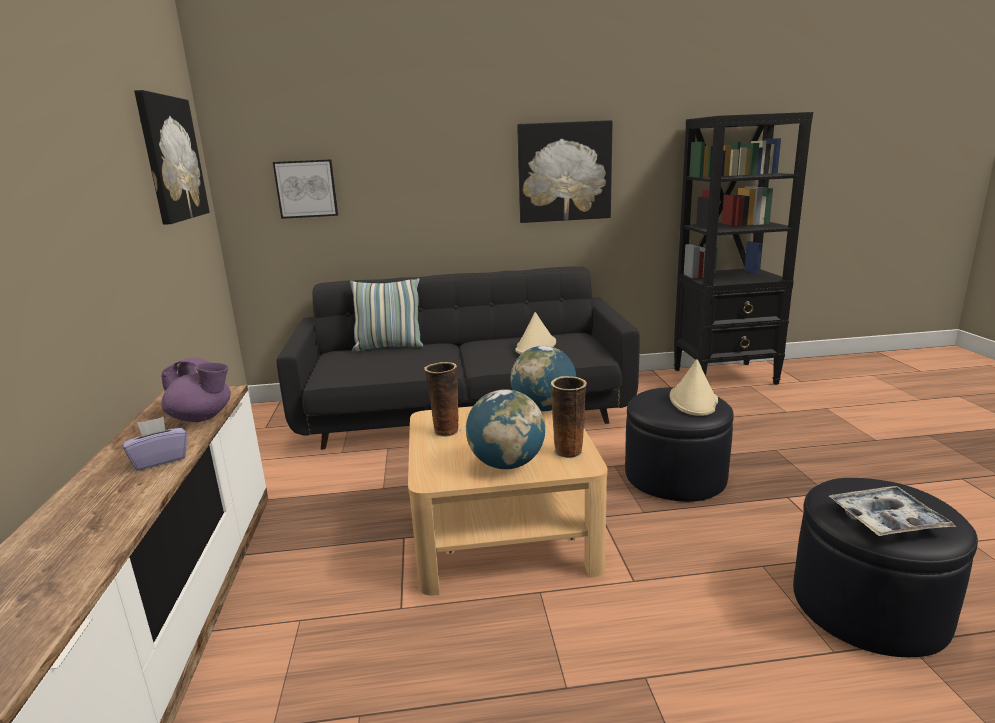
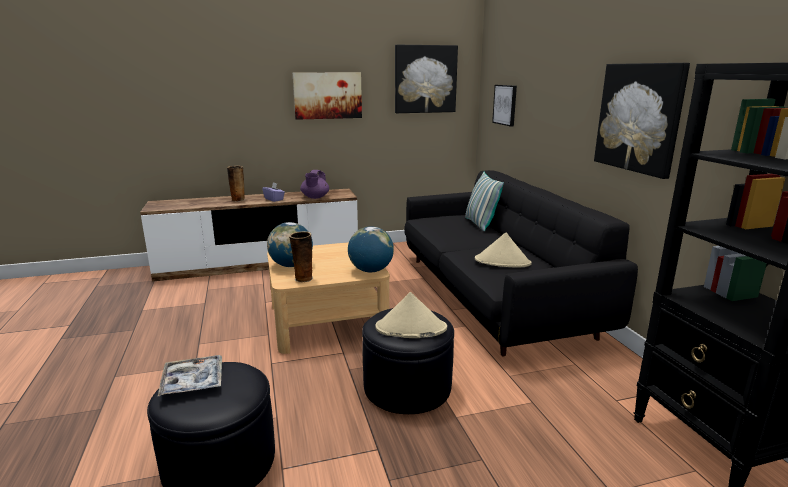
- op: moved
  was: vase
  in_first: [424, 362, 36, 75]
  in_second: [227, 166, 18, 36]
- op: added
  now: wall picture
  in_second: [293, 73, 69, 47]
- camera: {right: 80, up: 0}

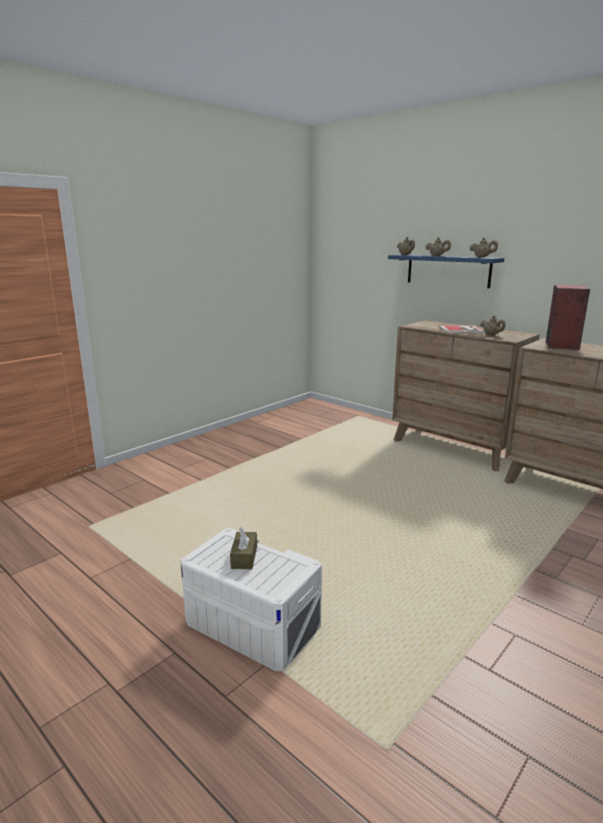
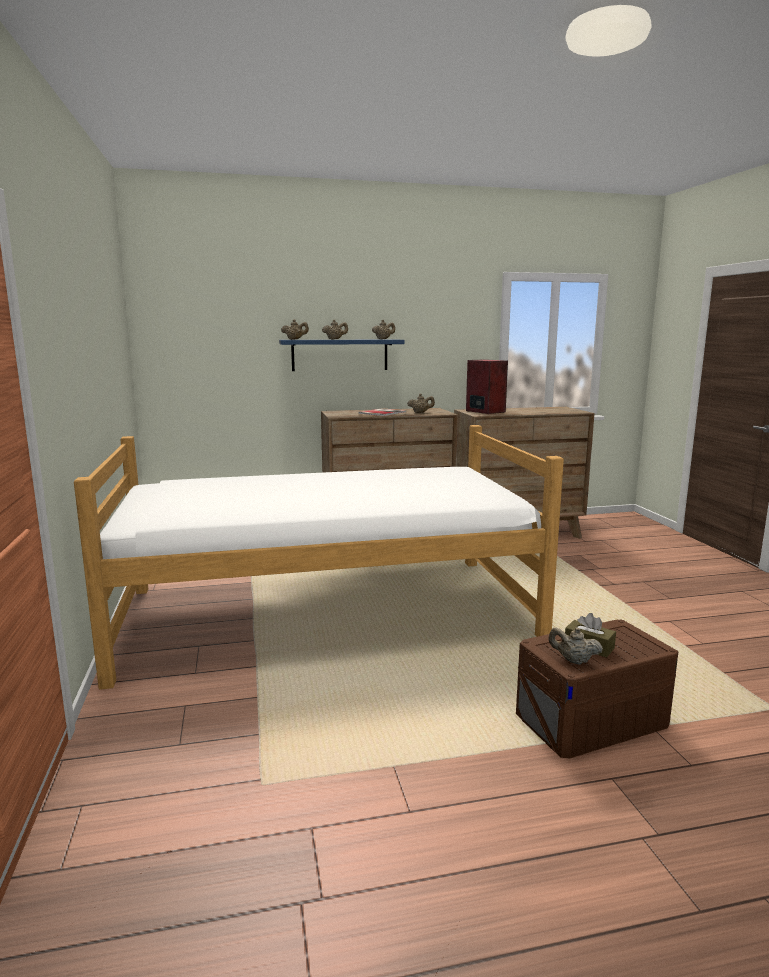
- op: added
  now: bed
  in_second: [74, 425, 490, 265]
- op: recoloured
  was: white-coloured storage container
  now: brown storage container
  in_first: [180, 528, 142, 143]
  in_second: [516, 620, 162, 138]
- op: added
  now: beige-coloured tea pot
  in_second: [548, 627, 55, 38]
- camera: {right: -55, up: -5}

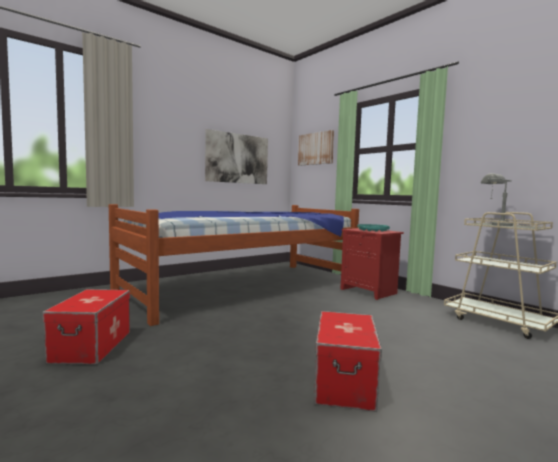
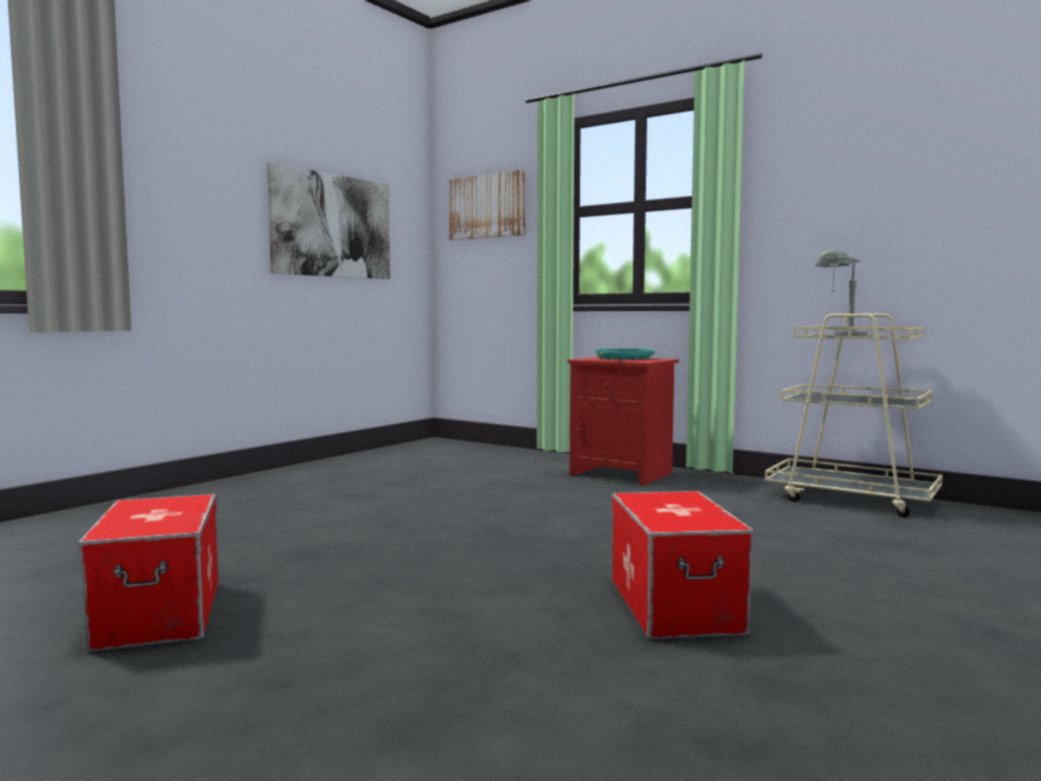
- op: removed
  was: bed
  in_first: [109, 204, 250, 122]
- camera: {right: -15, up: 0}

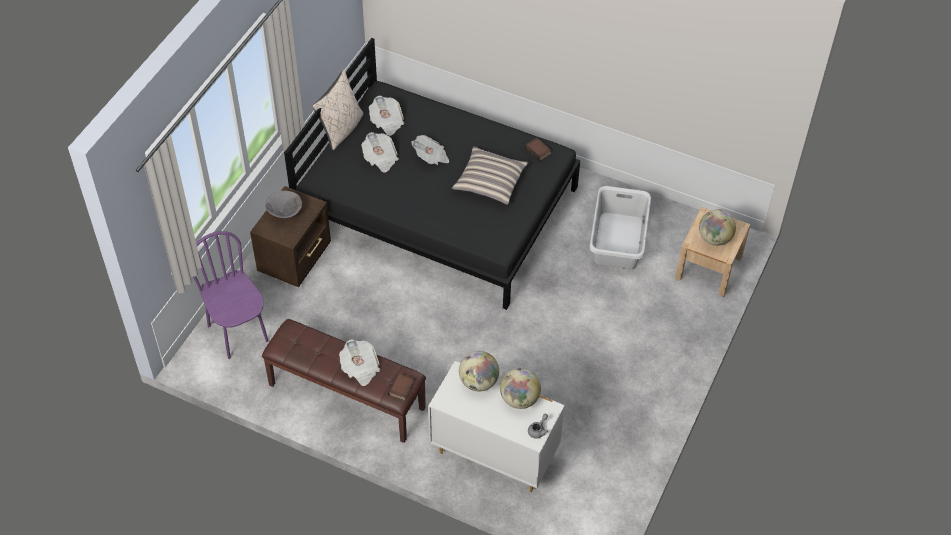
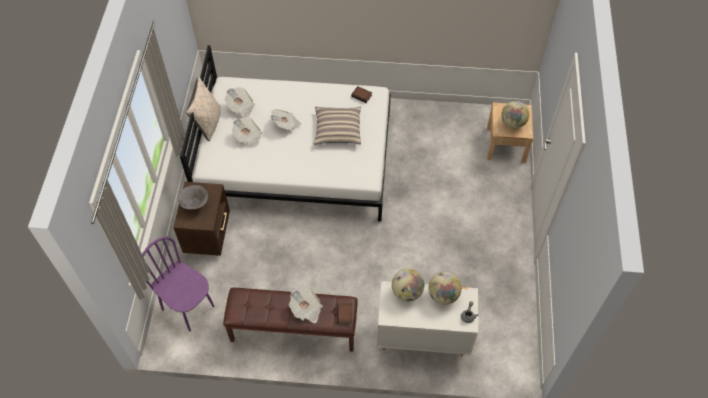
- op: recoloured
  was: black bed
  now: white-coloured bed
  in_first: [284, 38, 296, 272]
  in_second: [180, 45, 211, 177]
- op: removed
  was: gray laundry basket
  in_first: [589, 186, 62, 83]
- camera: {right: -20, up: 5}

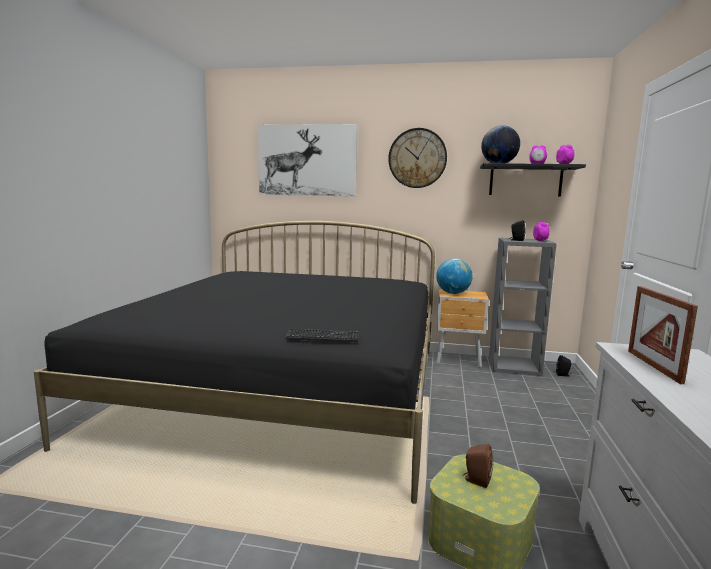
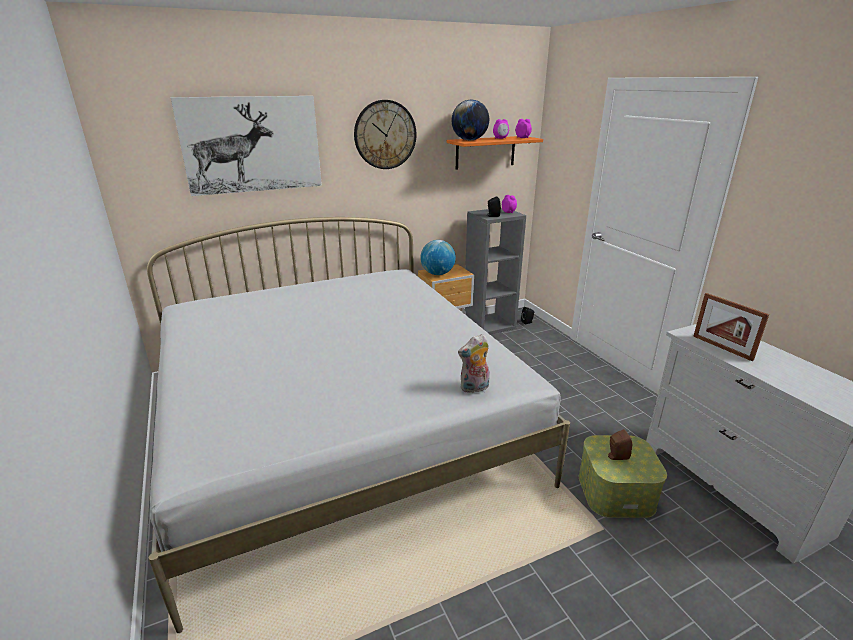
- op: recoloured
  was: black bed
  now: white-coloured bed
  in_first: [34, 221, 401, 283]
  in_second: [147, 217, 423, 416]
- op: recoloured
  was: black wall shelf
  now: orangey wall shelf
  in_first: [480, 163, 106, 33]
  in_second: [447, 136, 96, 34]
- op: replaced
  was: computer keyboard
  now: plush toy
  in_first: [285, 328, 74, 14]
  in_second: [458, 334, 32, 59]
- camera: {right: -35, up: 15}

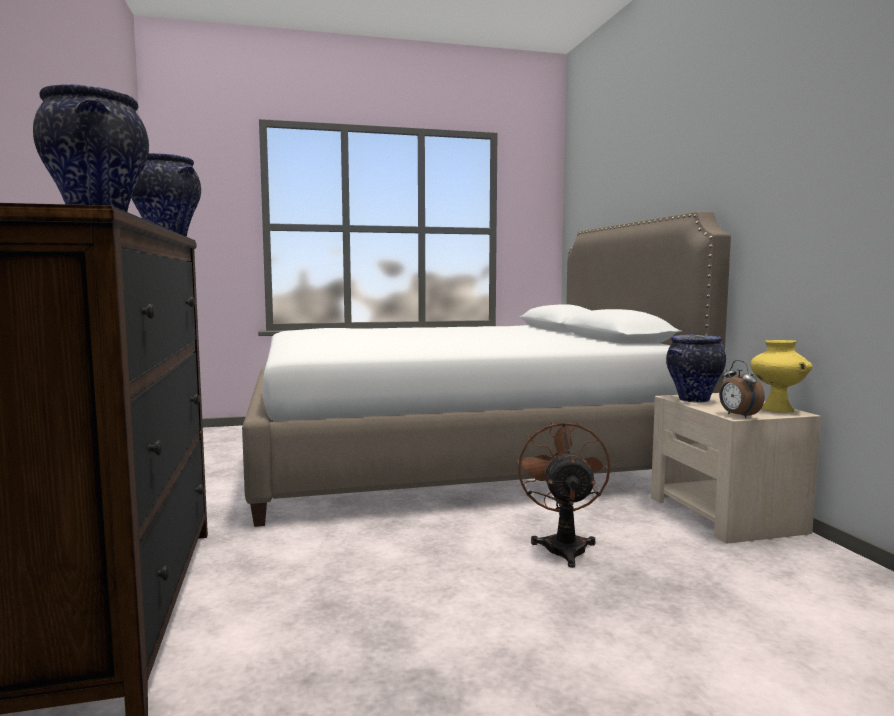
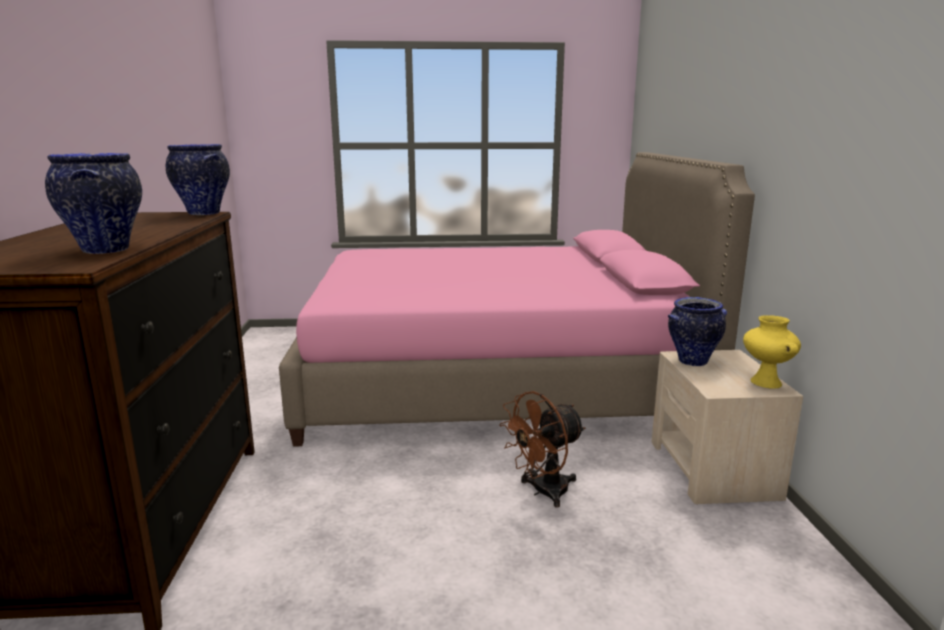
- op: recoloured
  was: white-coloured bed
  now: pink bed
  in_first: [242, 211, 489, 316]
  in_second: [279, 152, 476, 295]
- op: turned
  was: brown electric fan
  in_first: [517, 421, 93, 147]
  in_second: [499, 391, 86, 117]
  clockwise: -135
- op: removed
  was: bedside clock
  in_first: [719, 360, 46, 58]
- camera: {right: 10, up: 10}

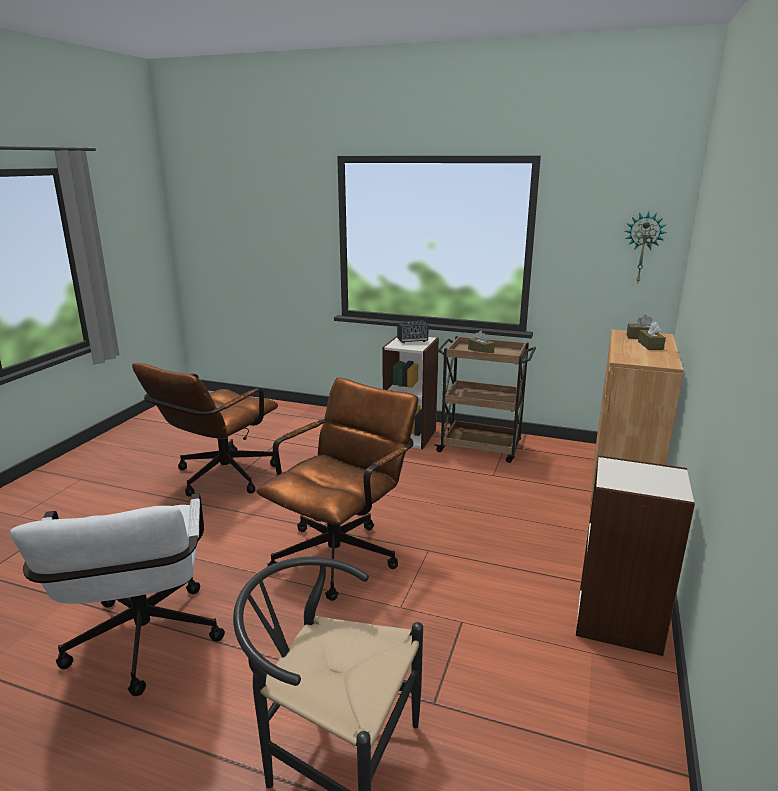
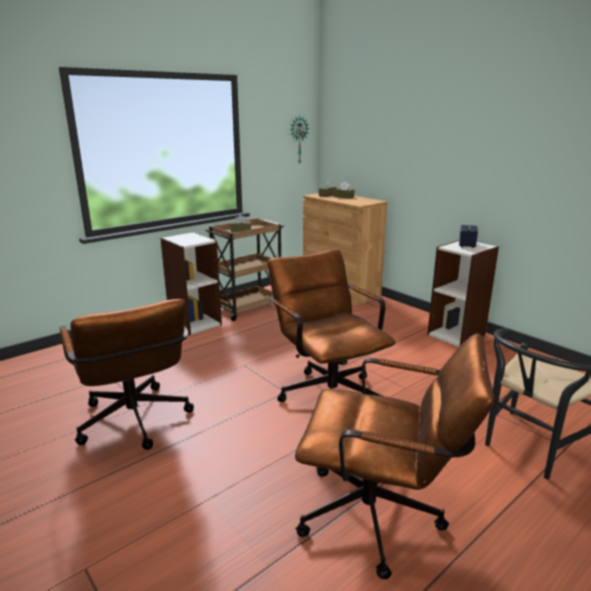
- op: recoloured
  was: white-coloured computer chair
  now: brown computer chair
  in_first: [10, 493, 215, 203]
  in_second: [295, 333, 199, 246]
- op: moved
  was: speaker
  in_first: [397, 320, 32, 23]
  in_second: [459, 225, 19, 23]
- camera: {right: -60, up: 0}

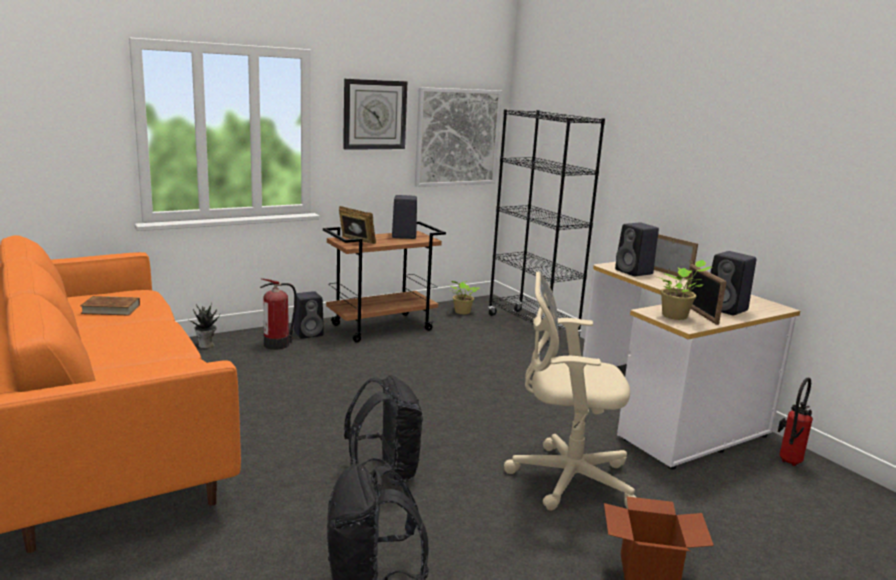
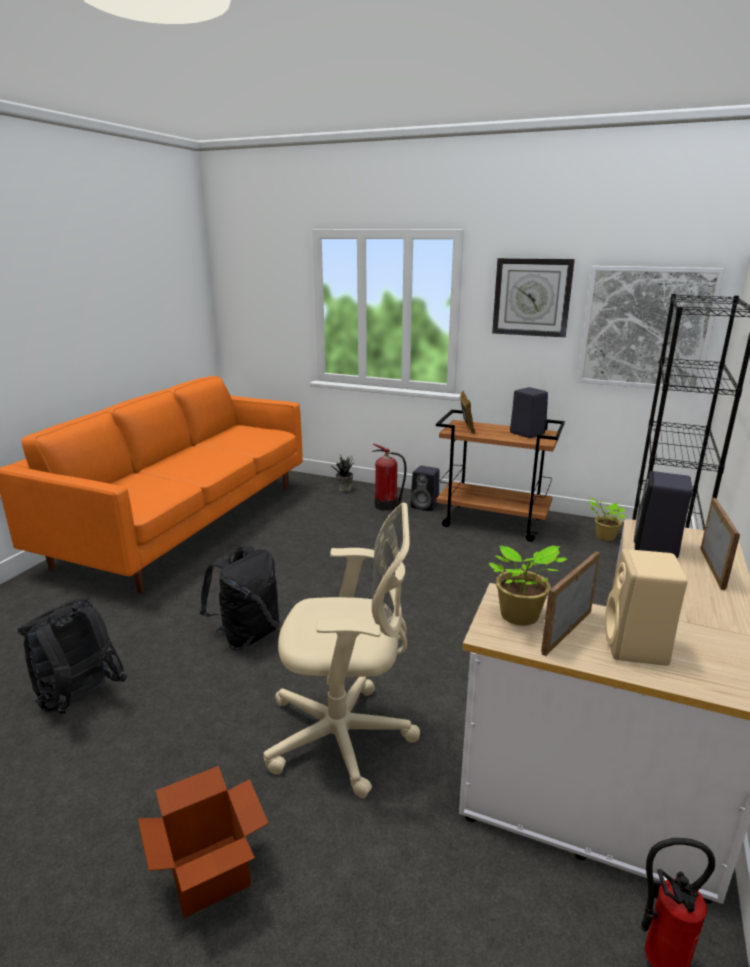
- op: turned
  was: beige-coloured computer chair
  in_first: [504, 271, 132, 240]
  in_second: [263, 503, 157, 295]
  clockwise: 120
- op: recoloured
  was: black speaker
  now: beige-coloured speaker
  in_first: [710, 251, 46, 64]
  in_second: [605, 549, 82, 117]
- op: removed
  was: brown bound book
  in_first: [80, 296, 60, 19]
- camera: {right: 55, up: 5}

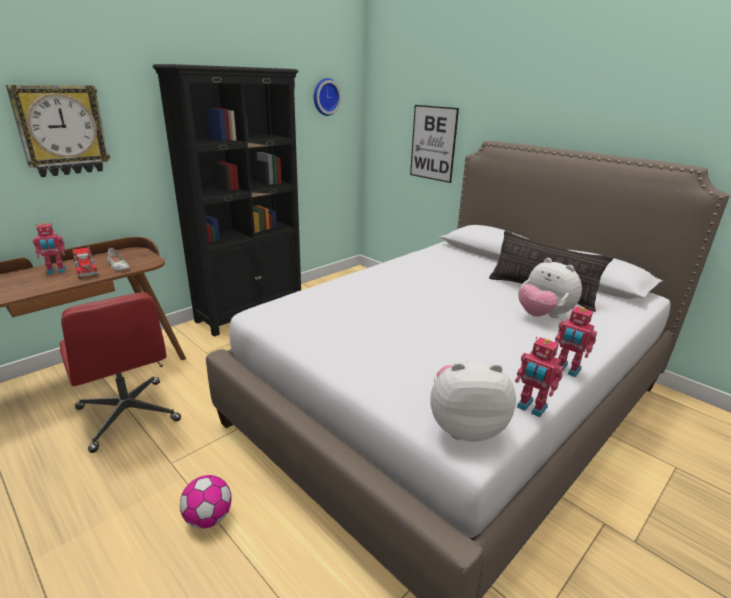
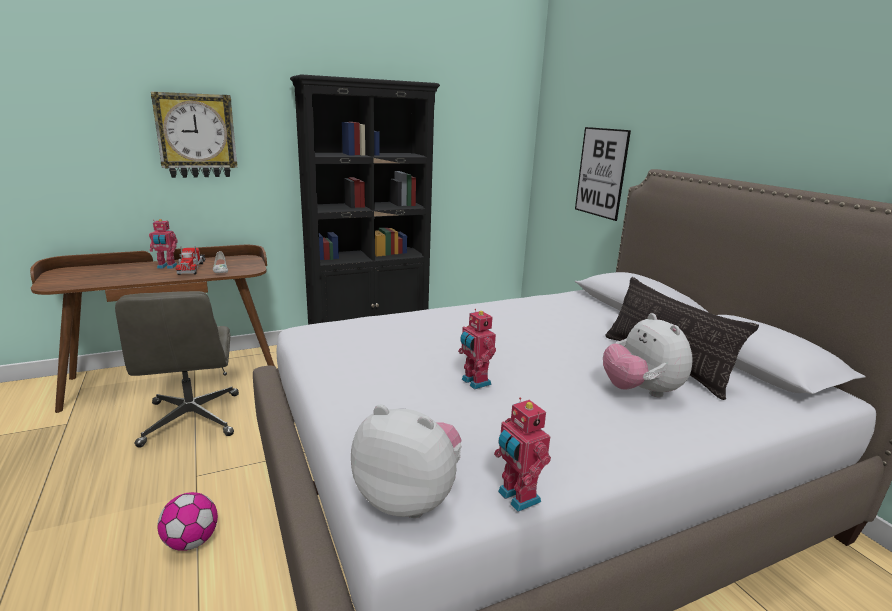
- op: recoloured
  was: reddish computer chair
  now: gray computer chair
  in_first: [60, 292, 121, 161]
  in_second: [115, 291, 124, 157]
- op: moved
  was: model robot
  in_first: [555, 306, 42, 71]
  in_second: [458, 309, 38, 80]
- op: removed
  was: wall clock
  in_first: [314, 78, 27, 38]
- camera: {right: 20, up: -5}

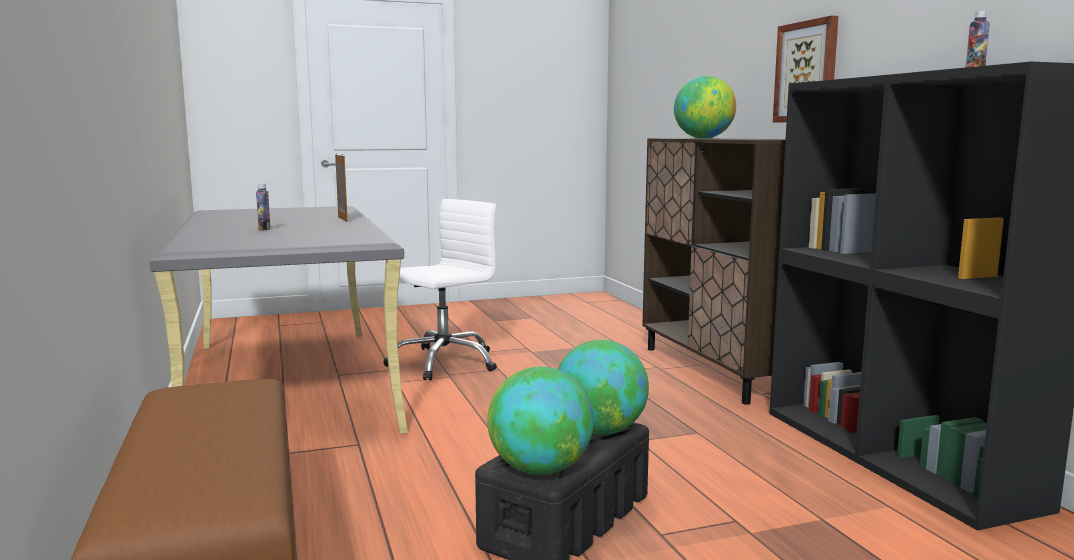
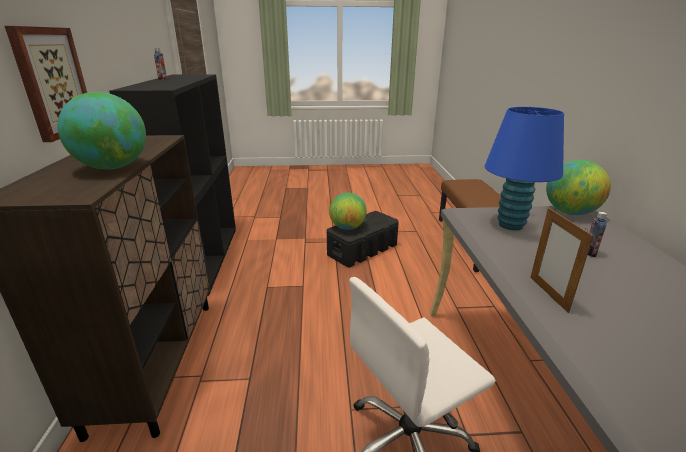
- op: added
  now: bluish tabletop lamp
  in_second: [485, 107, 79, 123]
- op: moved
  was: globe
  in_first: [487, 367, 107, 108]
  in_second: [546, 160, 65, 55]
- camera: {right: -165, up: 15}

